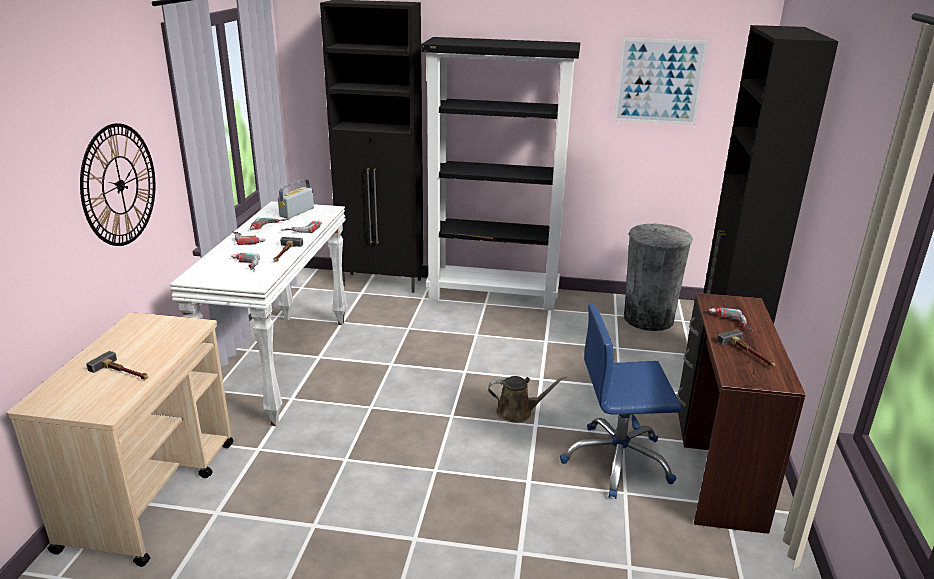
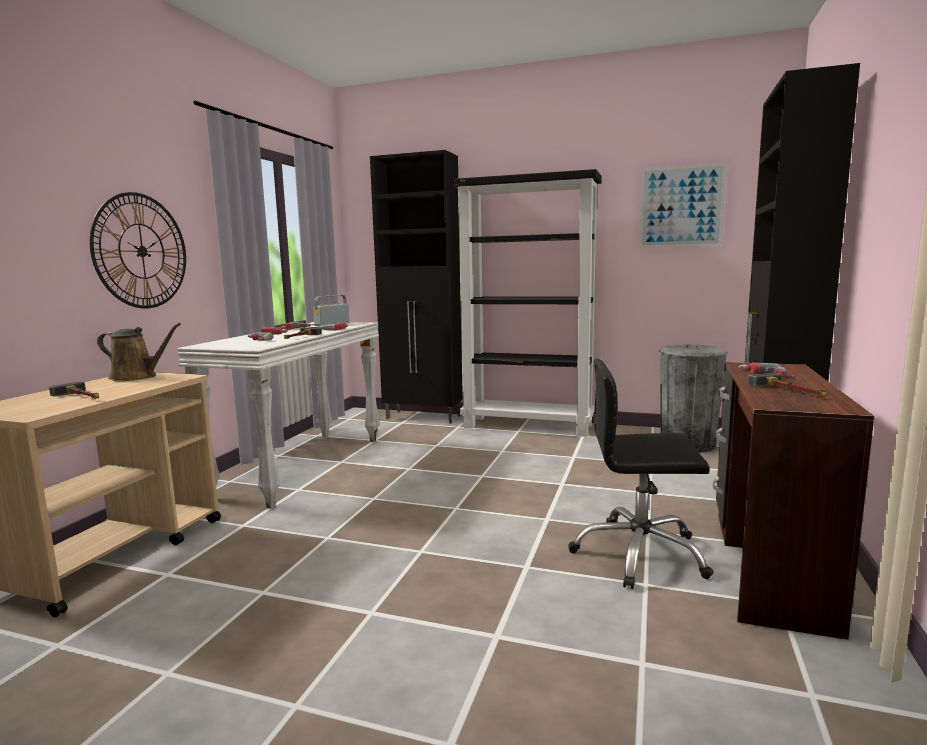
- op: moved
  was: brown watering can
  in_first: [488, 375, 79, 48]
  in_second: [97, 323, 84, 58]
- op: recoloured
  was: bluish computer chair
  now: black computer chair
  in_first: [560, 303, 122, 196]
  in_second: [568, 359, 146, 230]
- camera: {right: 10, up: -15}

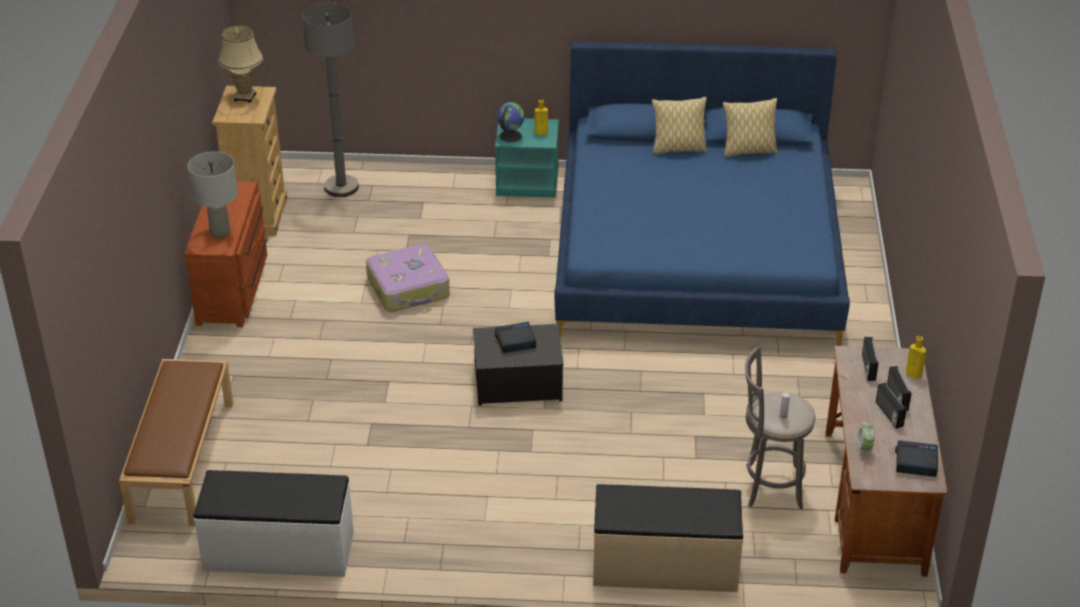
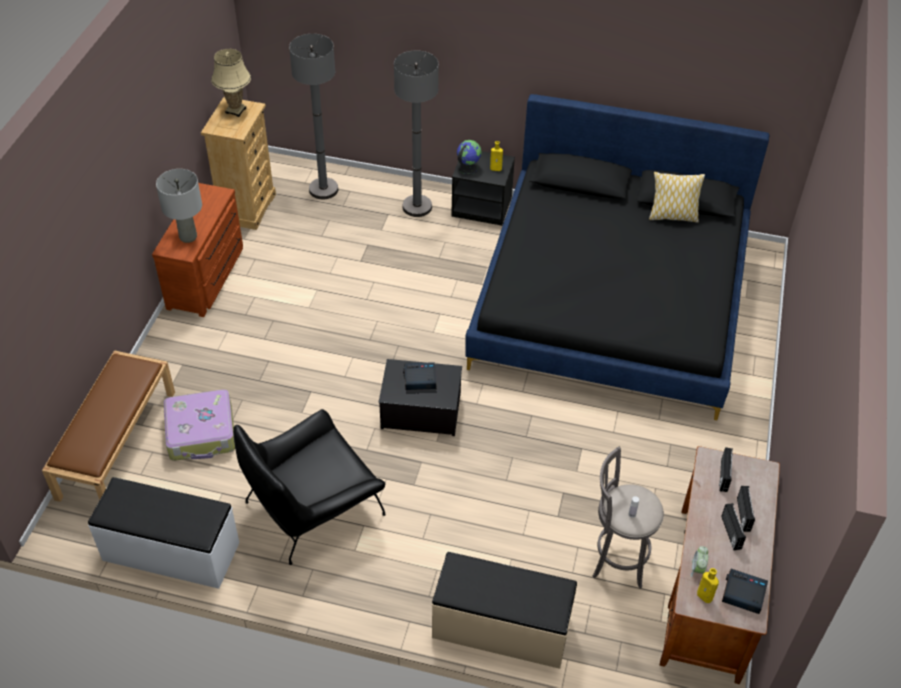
- op: moved
  was: piece of luggage
  in_first: [366, 244, 84, 68]
  in_second: [163, 389, 72, 72]
- op: added
  now: black armchair
  in_second: [233, 409, 153, 156]
- op: added
  now: gray standard lamp
  in_second: [394, 50, 45, 167]
- op: recoloured
  was: turquoise-coloured bedside table
  now: black bedside table
  in_first: [495, 118, 64, 80]
  in_second: [451, 151, 64, 75]
- op: recoloured
  was: bluish bed
  now: black bed
  in_first: [554, 42, 296, 304]
  in_second: [465, 94, 305, 326]
- op: moved
  was: yellowish bottle
  in_first: [906, 336, 20, 43]
  in_second: [697, 568, 22, 35]
- op: removed
  was: cushion
  in_first: [652, 97, 55, 58]
- camera: {right: 10, up: 10}

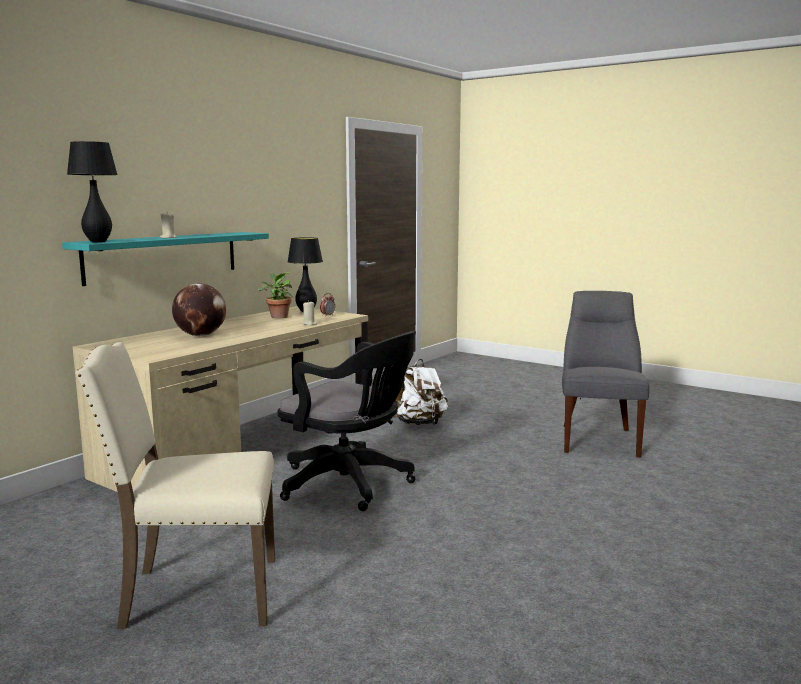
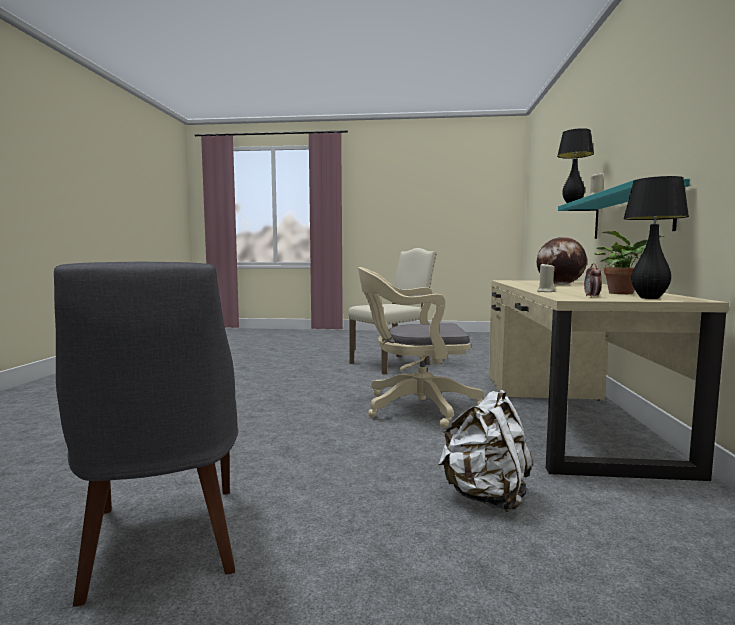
- op: recoloured
  was: black computer chair
  now: beige-coloured computer chair
  in_first: [278, 331, 138, 180]
  in_second: [358, 267, 126, 161]
- camera: {right: 150, up: -5}

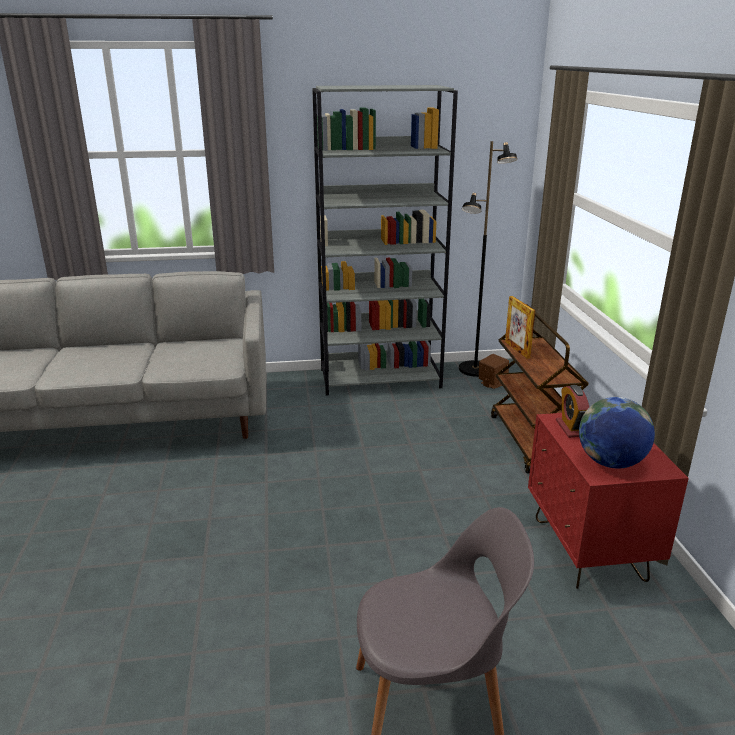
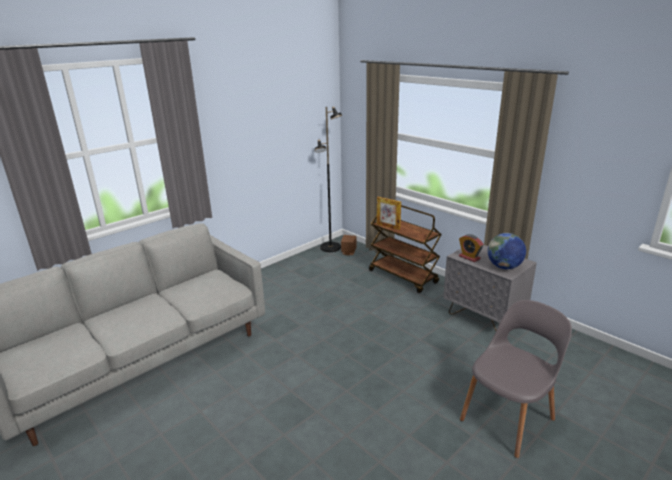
- op: recoloured
  was: reddish bedside table
  now: gray bedside table
  in_first: [528, 413, 161, 176]
  in_second: [443, 245, 94, 86]
- op: removed
  was: gray bookcase
  in_first: [312, 85, 146, 311]
- camera: {right: -35, up: 0}

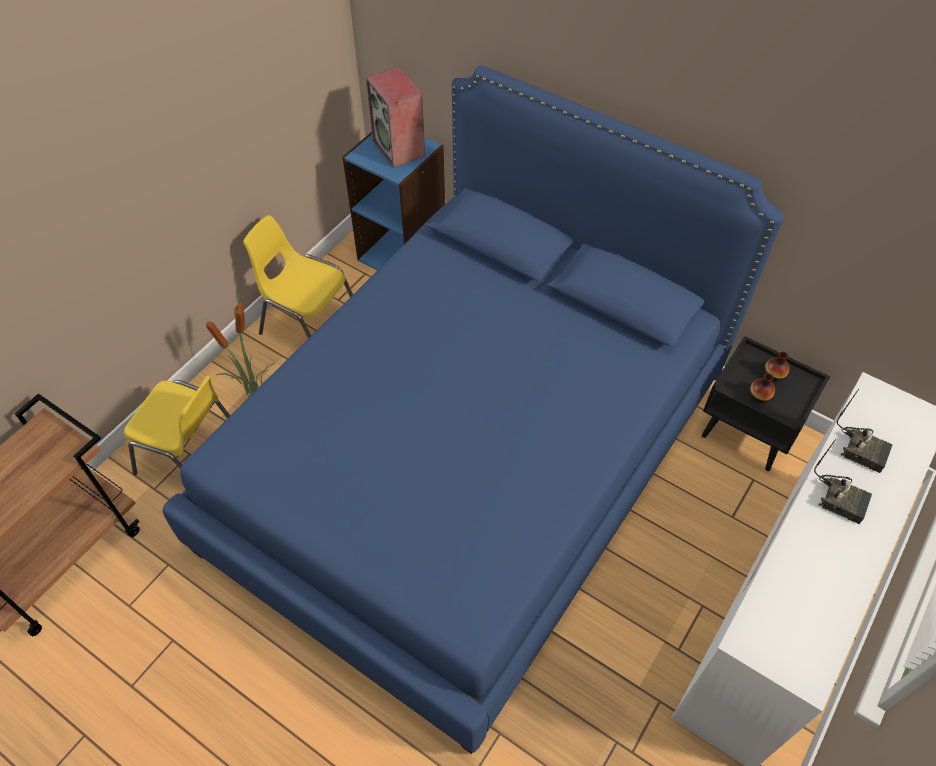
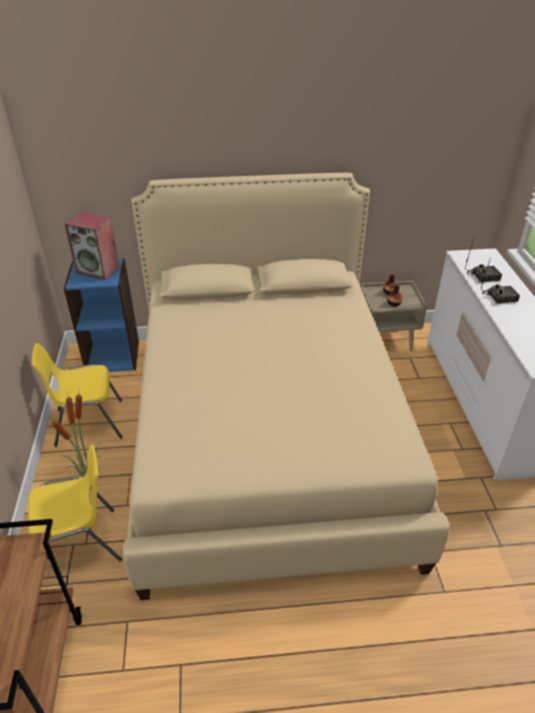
- op: recoloured
  was: bluish bed
  now: beige-coloured bed
  in_first: [162, 66, 622, 688]
  in_second: [123, 173, 326, 427]
- op: recoloured
  was: black bedside table
  now: beige-coloured bedside table
  in_first: [702, 336, 128, 135]
  in_second: [360, 281, 67, 70]
- camera: {right: -40, up: -15}

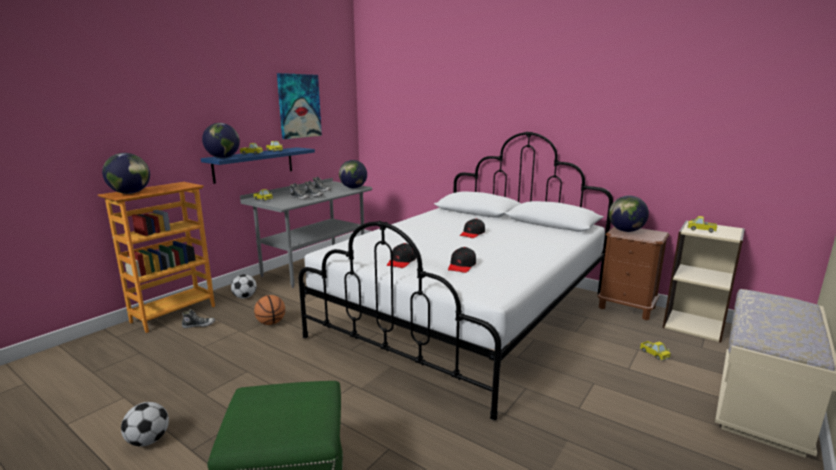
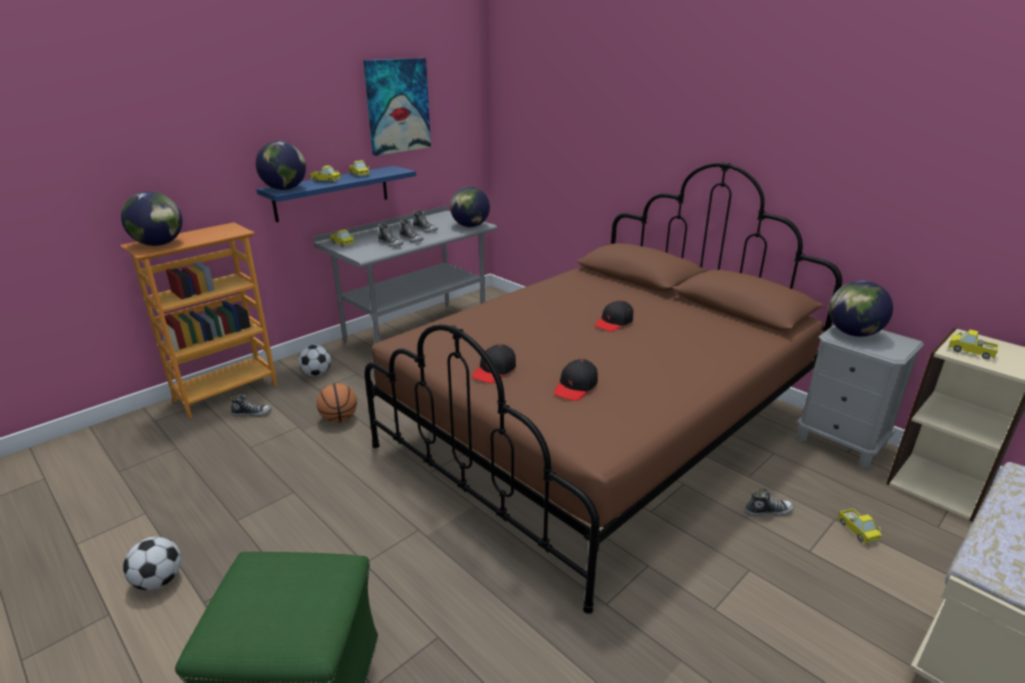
- op: recoloured
  was: white-coloured bed
  now: brown bed
  in_first: [299, 132, 314, 288]
  in_second: [364, 162, 478, 452]
- op: added
  now: low shoe
  in_second: [745, 488, 49, 28]
- op: recoloured
  was: brown bedside table
  now: gray bedside table
  in_first: [598, 227, 72, 93]
  in_second: [797, 325, 127, 143]
- camera: {right: 10, up: 10}

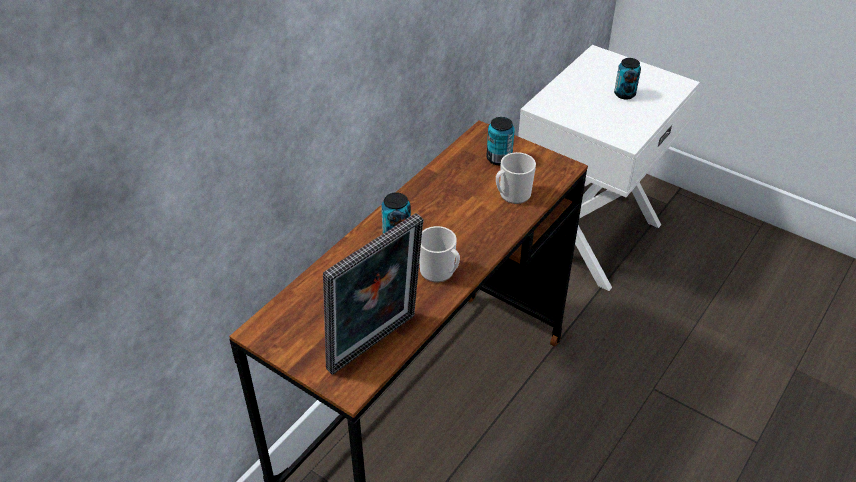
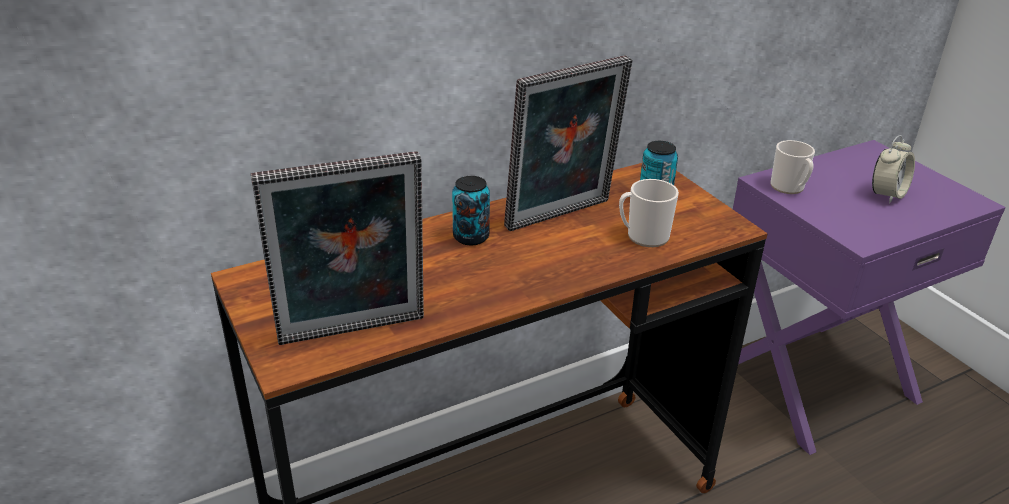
- op: added
  now: standing frame
  in_second: [504, 55, 129, 176]
- op: recoloured
  was: white-coloured bedside table
  now: purplish bedside table
  in_first: [518, 45, 182, 246]
  in_second: [733, 140, 273, 315]
- op: moved
  was: coffee mug
  in_first: [419, 226, 41, 57]
  in_second: [770, 140, 45, 54]
- op: replaced
  was: can
  now: bedside clock
  in_first: [614, 58, 27, 42]
  in_second: [872, 135, 43, 69]
- camera: {right: 25, up: -10}

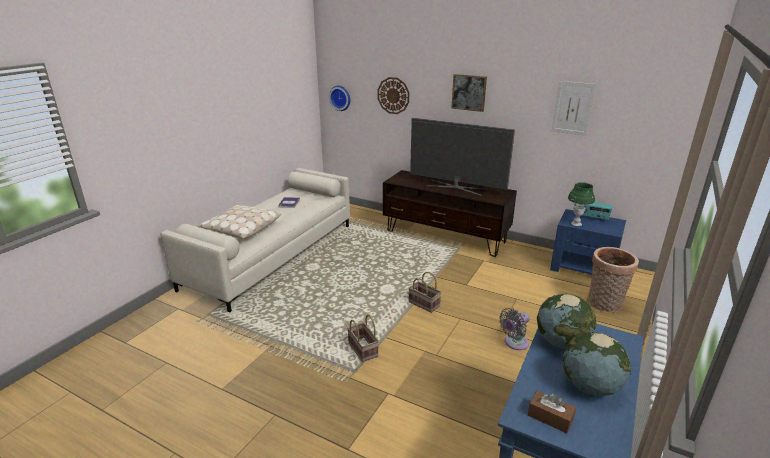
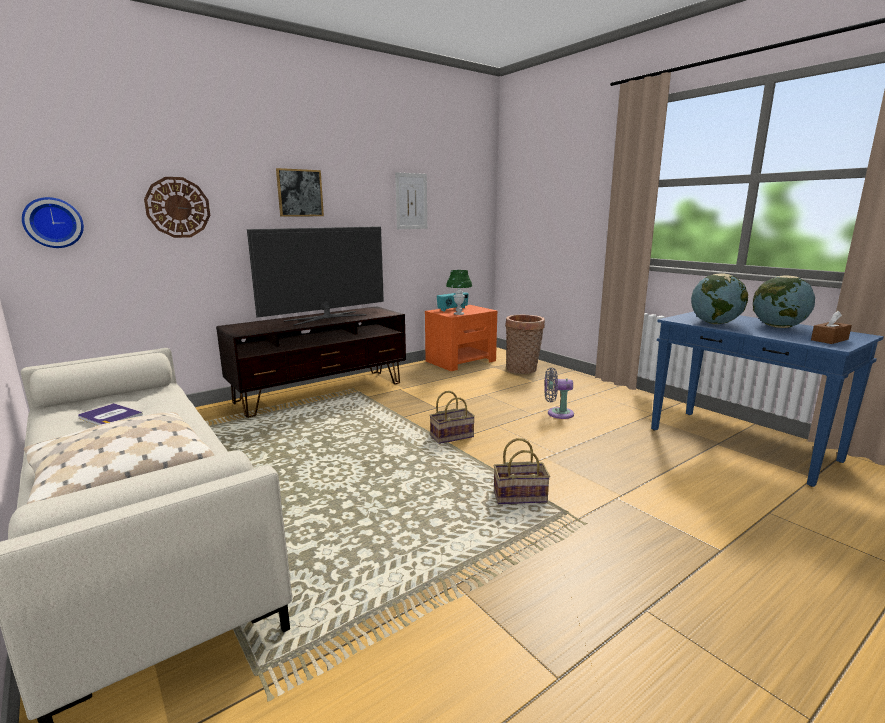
- op: recoloured
  was: bluish bedside table
  now: orangey bedside table
  in_first: [550, 209, 76, 66]
  in_second: [425, 305, 72, 66]
- op: turned
  was: gray electric fan
  in_first: [499, 308, 31, 42]
  in_second: [544, 367, 30, 52]
  clockwise: 105
- camera: {right: -65, up: -10}

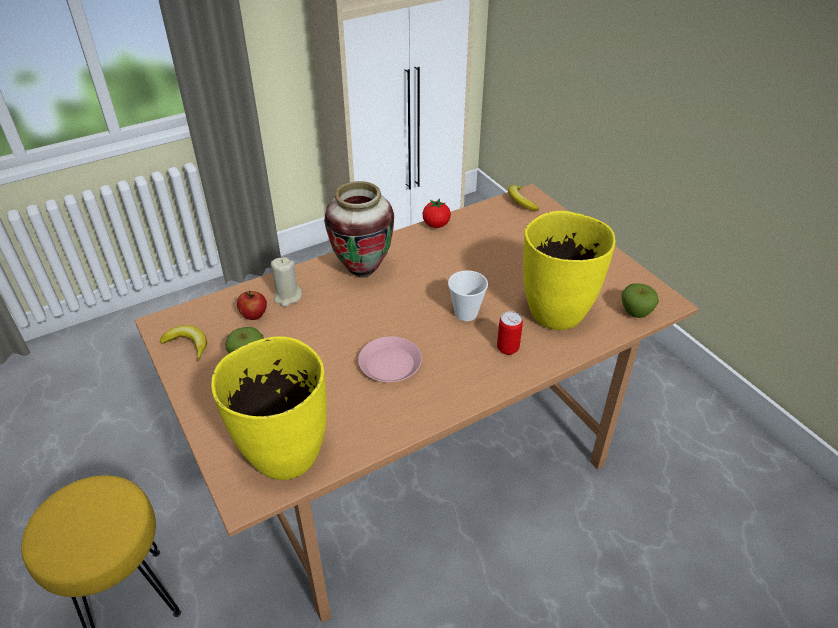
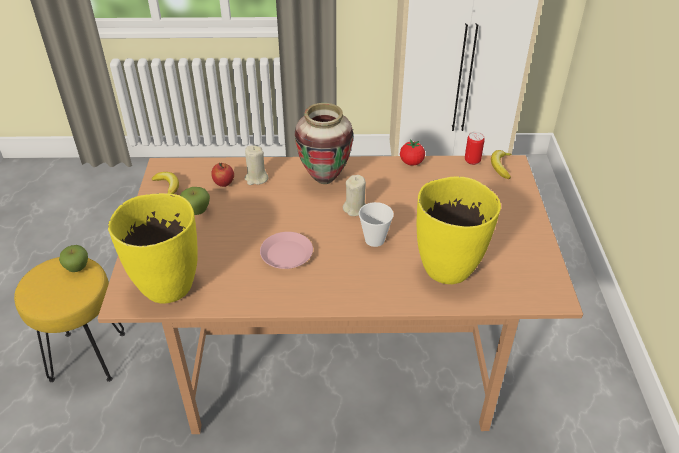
- op: moved
  was: apple
  in_first: [622, 283, 37, 35]
  in_second: [59, 245, 29, 27]
- op: added
  now: beige-coloured wax light
  in_second: [343, 175, 23, 41]
- op: moved
  was: can
  in_first: [497, 311, 26, 44]
  in_second: [465, 132, 20, 33]
- camera: {right: 30, up: 0}

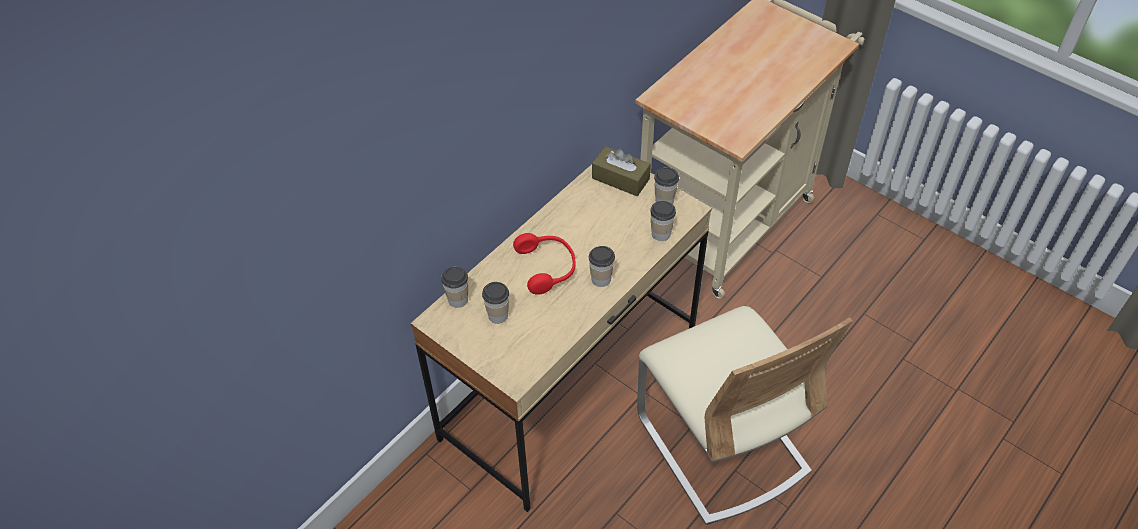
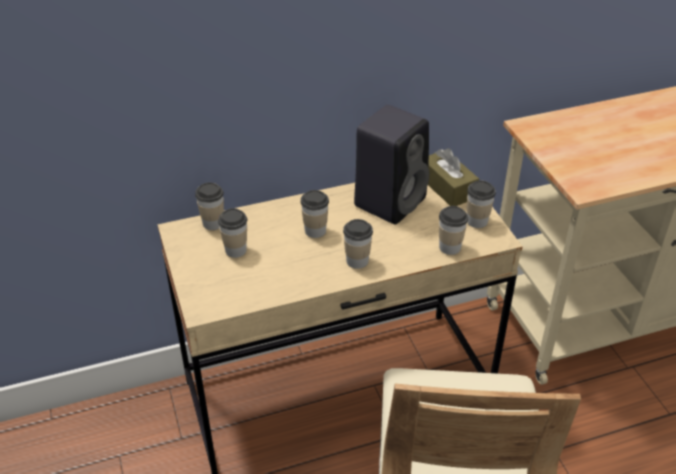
- op: replaced
  was: reddish pair of headphones
  now: small cup
  in_first: [513, 233, 63, 62]
  in_second: [301, 190, 28, 48]
- op: added
  now: black speaker
  in_second: [354, 105, 75, 119]
- camera: {right: 30, up: -10}

